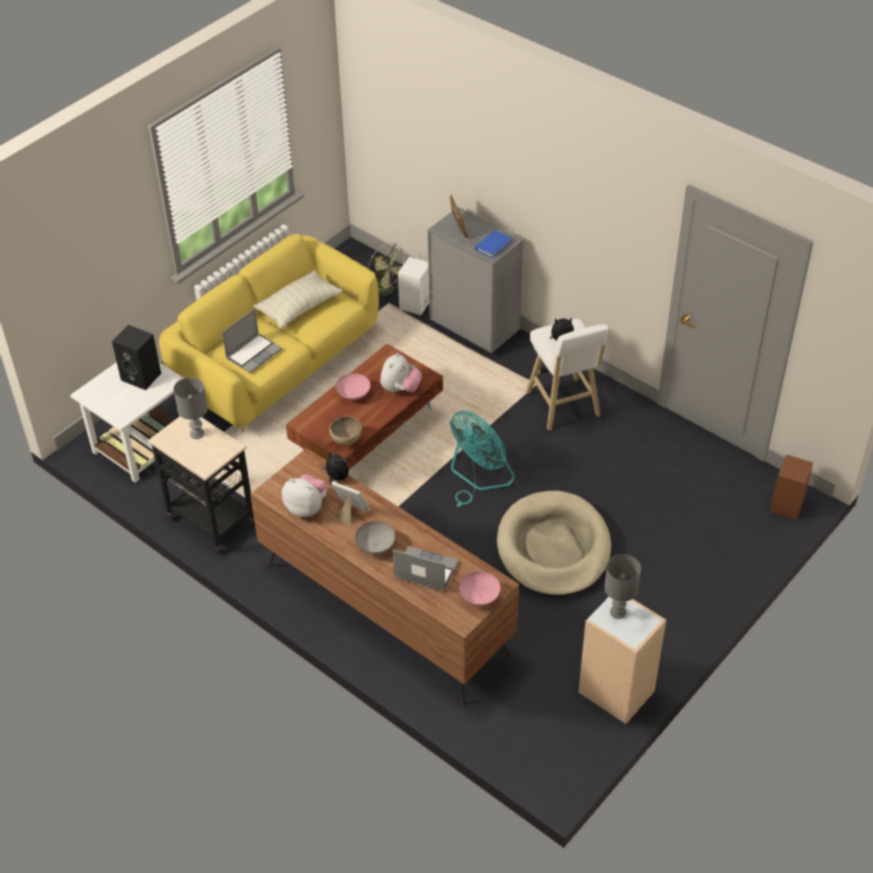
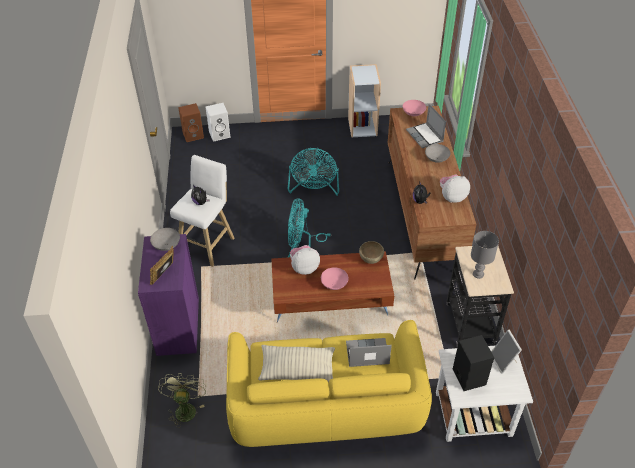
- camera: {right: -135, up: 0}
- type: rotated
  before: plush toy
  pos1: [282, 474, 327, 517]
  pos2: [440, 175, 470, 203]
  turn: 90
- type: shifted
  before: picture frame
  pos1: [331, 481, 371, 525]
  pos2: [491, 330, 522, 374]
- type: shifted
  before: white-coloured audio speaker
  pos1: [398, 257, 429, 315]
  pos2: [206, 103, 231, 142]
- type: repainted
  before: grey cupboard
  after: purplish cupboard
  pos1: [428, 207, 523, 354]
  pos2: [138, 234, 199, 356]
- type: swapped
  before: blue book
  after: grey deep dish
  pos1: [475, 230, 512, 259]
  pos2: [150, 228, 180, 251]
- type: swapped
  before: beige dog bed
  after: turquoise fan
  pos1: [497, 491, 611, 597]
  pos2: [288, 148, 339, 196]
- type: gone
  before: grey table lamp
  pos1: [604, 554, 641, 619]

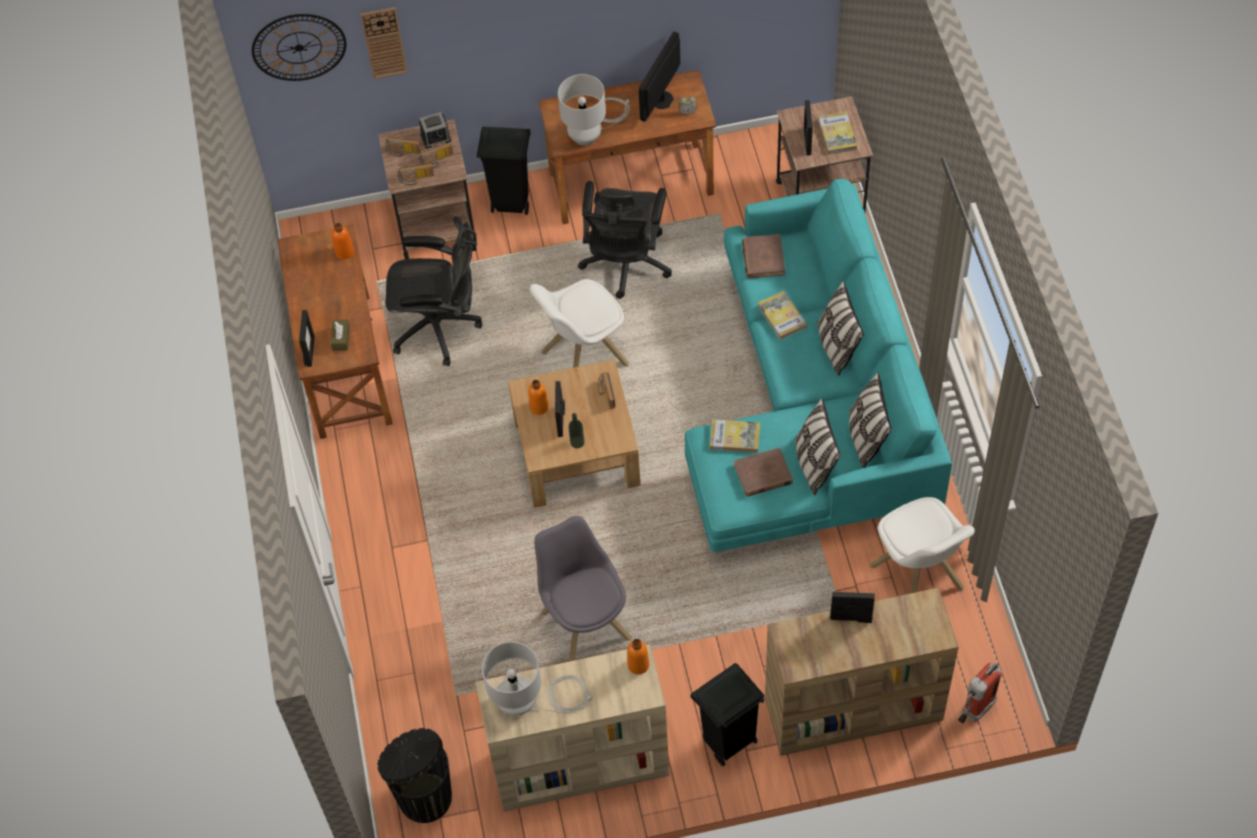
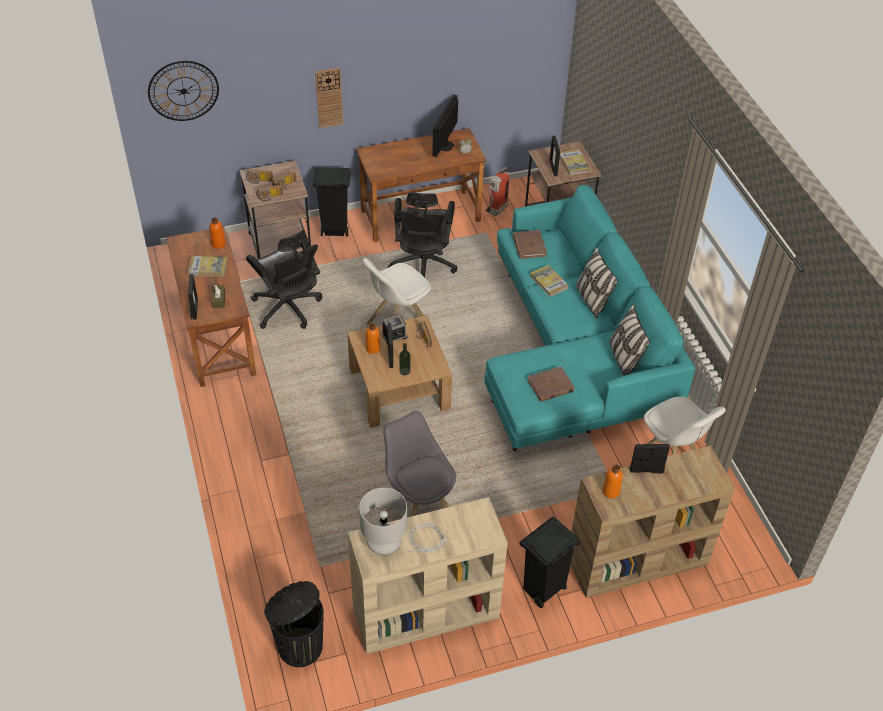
- camera: {right: -10, up: -10}
- type: shifted
  before: clock on the wall
  pos1: [360, 7, 408, 79]
  pos2: [315, 67, 343, 128]
- type: rotated
  before: desk chair
  pos1: [385, 216, 482, 366]
  pos2: [246, 229, 322, 329]
  turn: 60
- type: shifted
  before: table clock
  pos1: [419, 112, 451, 149]
  pos2: [382, 315, 407, 344]
- type: gone
  before: grey table lamp
  pos1: [558, 74, 630, 146]
- type: shifted
  before: orangey drink bottle
  pos1: [627, 639, 649, 675]
  pos2: [602, 464, 623, 499]
- type: shifted
  before: book
  pos1: [710, 419, 760, 453]
  pos2: [188, 256, 228, 277]
- type: gone
  before: cushion
  pos1: [795, 398, 840, 495]
- type: shifted
  before: fire-fighting cylinder
  pos1: [958, 662, 1002, 723]
  pos2: [485, 167, 510, 216]

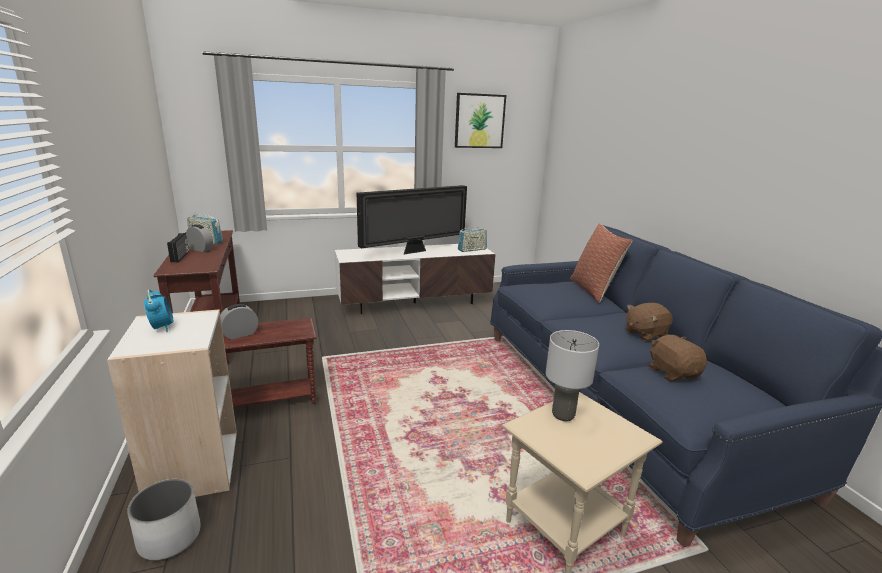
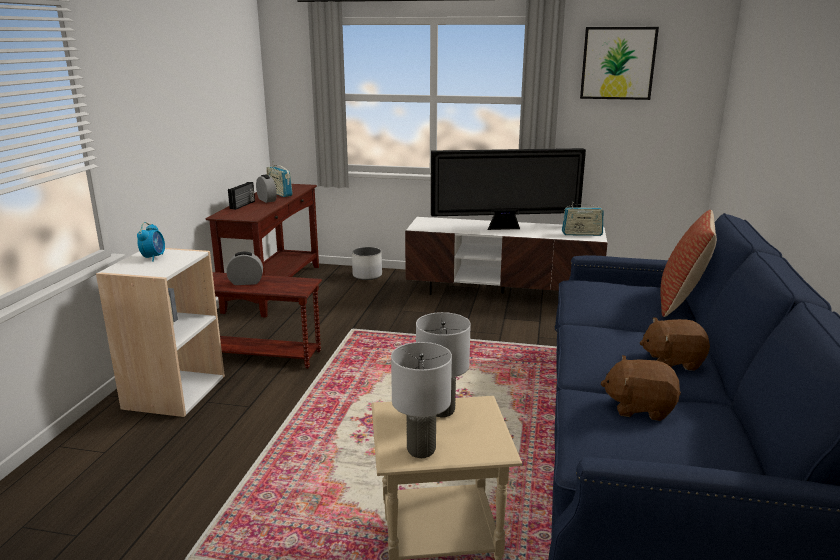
- camera: {right: 30, up: 0}
- type: shifted
  before: white-coloured plant pot
  pos1: [127, 479, 201, 561]
  pos2: [352, 247, 382, 280]
- type: rotated
  before: brown-coloured plush toy
  pos1: [649, 335, 707, 381]
  pos2: [601, 355, 681, 421]
  turn: -90
- type: new
  after: white-coloured table lamp
  pos2: [391, 342, 452, 458]

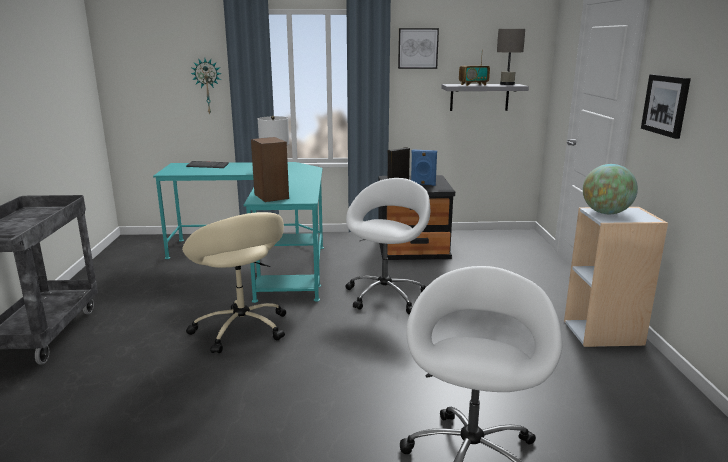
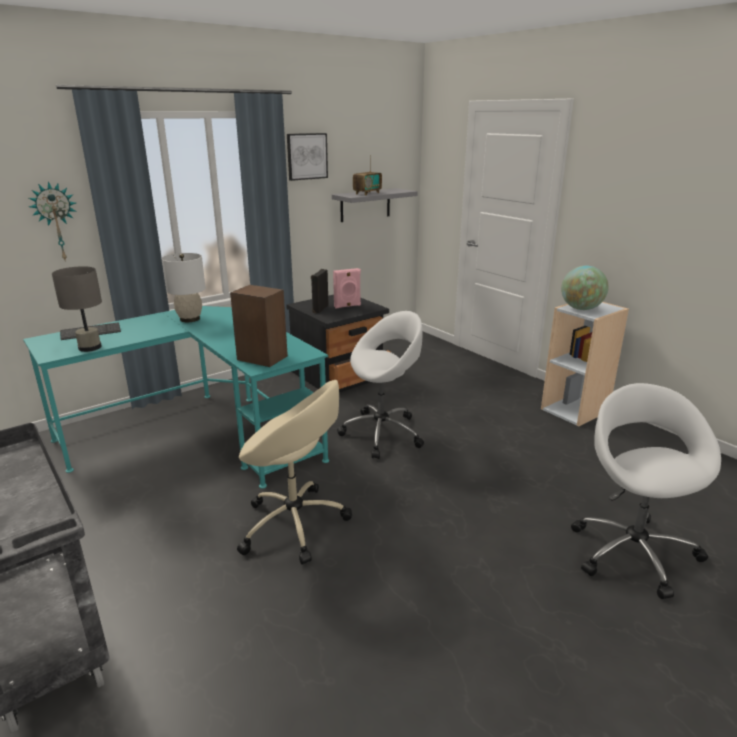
- camera: {right: -35, up: 5}
- type: rotated
  before: white-coloured desk chair
  pos1: [345, 178, 430, 314]
  pos2: [337, 311, 424, 459]
  turn: 75
- type: repainted
  before: blue audio speaker
  after: pink-coloured audio speaker
  pos1: [411, 150, 437, 186]
  pos2: [333, 268, 361, 309]
- type: shifted
  before: grey table lamp
  pos1: [497, 29, 525, 85]
  pos2: [52, 266, 102, 352]
- type: gone
  before: picture
  pos1: [641, 74, 691, 139]

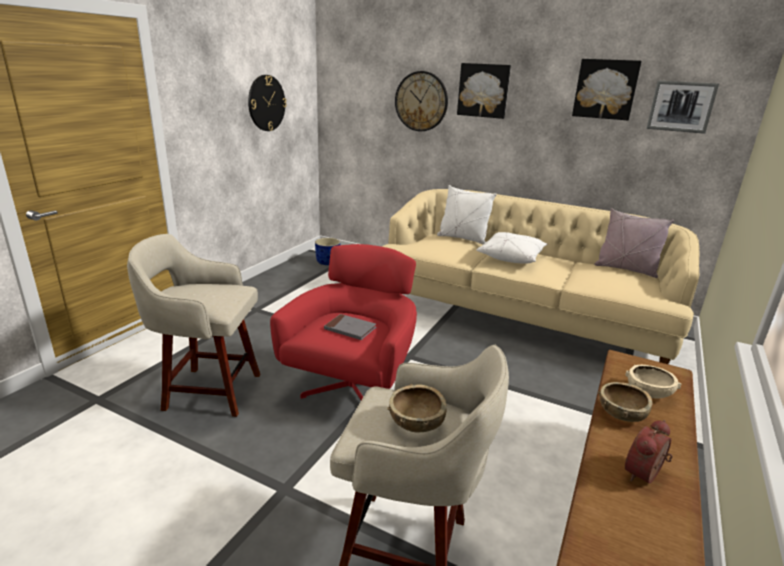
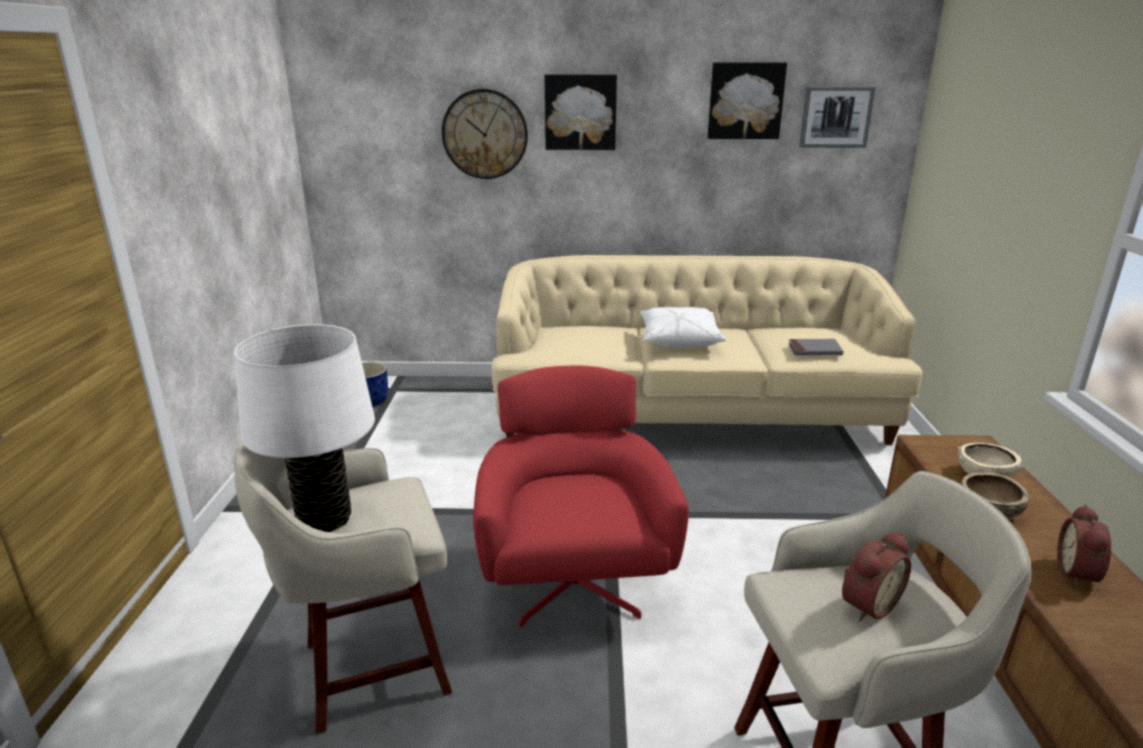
- camera: {right: -25, up: 0}
- type: gone
  before: clock on the wall
  pos1: [248, 75, 287, 131]
- type: shifted
  before: grey book
  pos1: [324, 314, 376, 340]
  pos2: [788, 339, 843, 355]
- type: swapped
  before: brown-coloured deep dish
  after: table clock
  pos1: [388, 384, 447, 433]
  pos2: [842, 532, 911, 622]
- type: gone
  before: white-coloured cushion
  pos1: [437, 185, 497, 245]
- type: gone
  before: purplish cushion
  pos1: [594, 208, 674, 278]
- type: new
  after: white-coloured table lamp
  pos2: [234, 324, 375, 532]

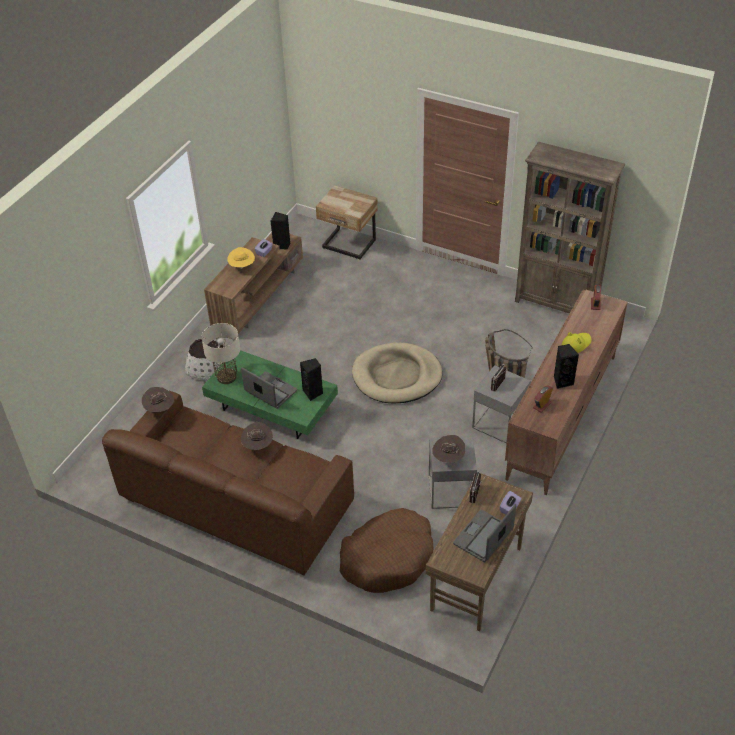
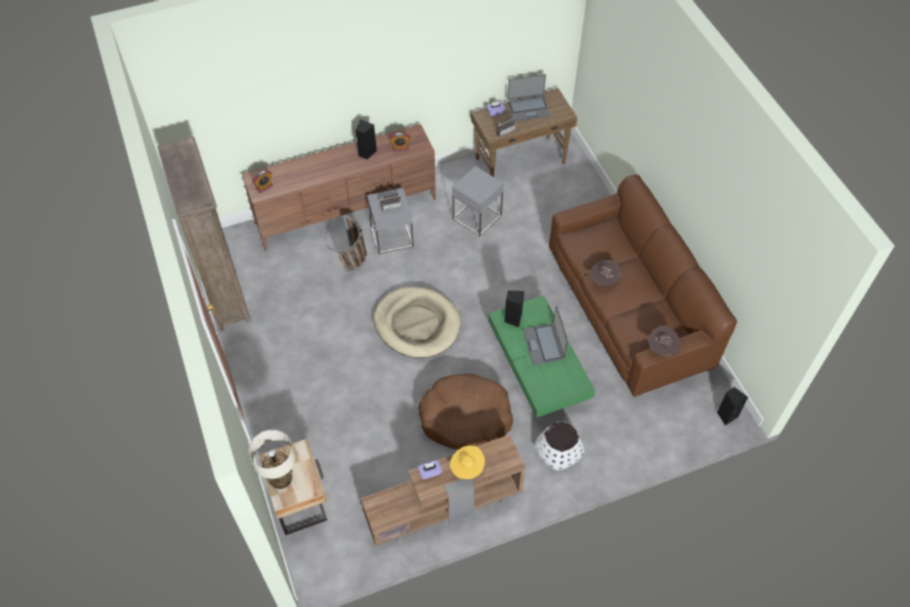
- camera: {right: -140, up: 10}
- type: shifted
  before: table lamp
  pos1: [201, 323, 240, 384]
  pos2: [249, 430, 295, 489]
- type: shifted
  before: blackish audio speaker
  pos1: [271, 212, 290, 250]
  pos2: [717, 387, 748, 425]
- type: shifted
  before: brown-coloured dog bed
  pos1: [340, 508, 434, 593]
  pos2: [418, 373, 513, 449]
- type: gone
  before: brown-coloured hat
  pos1: [432, 435, 466, 463]
- type: gone
  before: yellowish hat
  pos1: [562, 332, 591, 353]

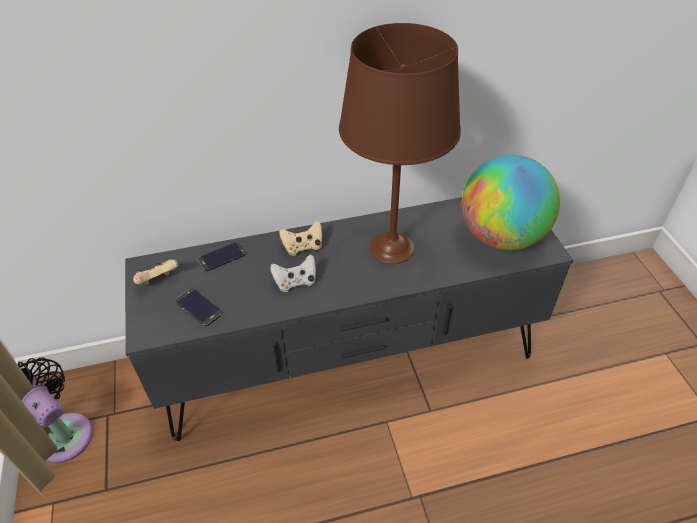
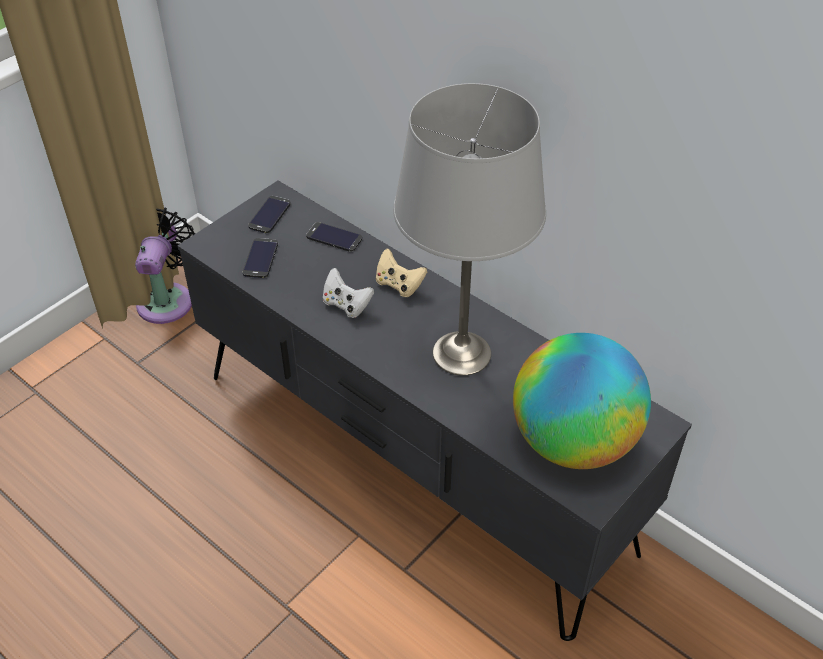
- camera: {right: 55, up: 0}
- type: swapped
  before: beige game controller
  after: handset
  pos1: [133, 260, 178, 285]
  pos2: [248, 196, 291, 233]
- type: repainted
  before: brown-coloured table lamp
  after: grey table lamp
  pos1: [339, 23, 461, 264]
  pos2: [393, 83, 546, 376]

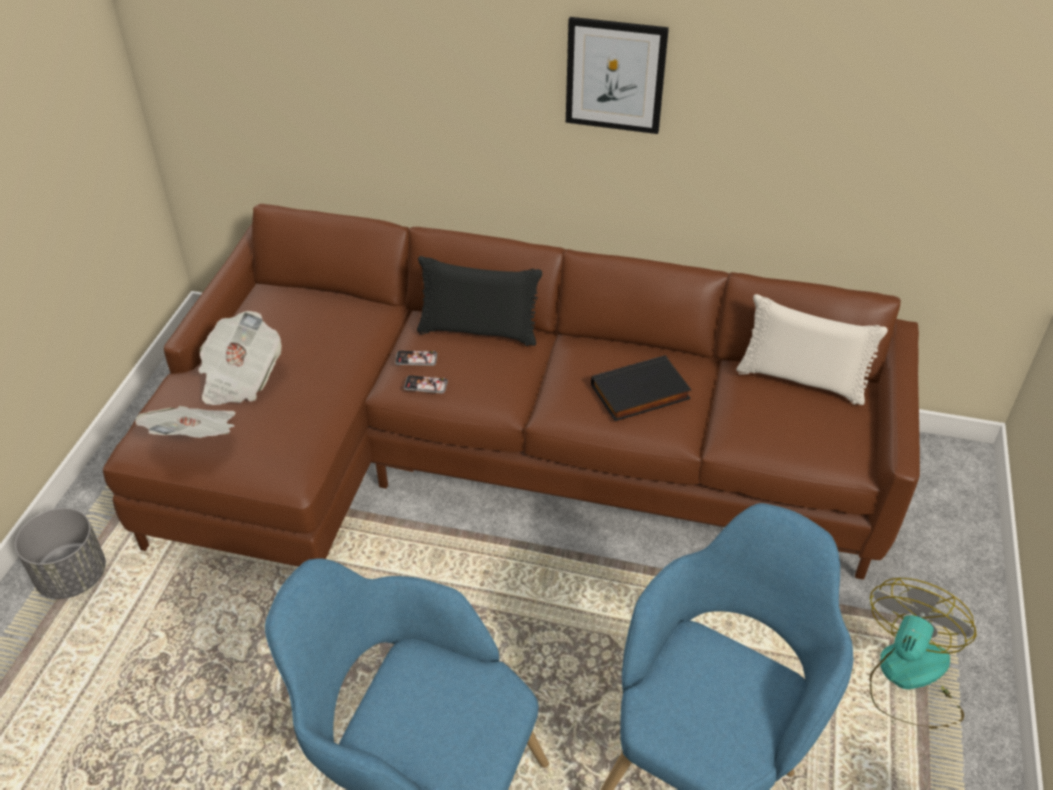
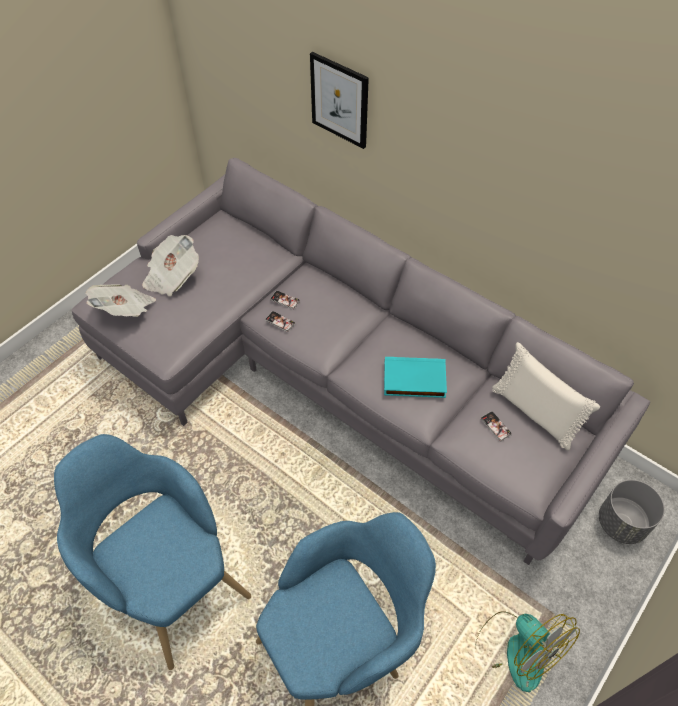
- camera: {right: 25, up: 10}
- type: shifted
  before: grey plant pot
  pos1: [15, 508, 106, 599]
  pos2: [599, 480, 665, 544]
- type: repainted
  before: brown-coloured sofa
  after: grey sofa
  pos1: [103, 204, 920, 580]
  pos2: [72, 158, 650, 565]
- type: gone
  before: blackish cushion
  pos1: [417, 256, 542, 347]
- type: shifted
  before: picture
  pos1: [566, 17, 669, 134]
  pos2: [310, 52, 369, 149]
- type: repainted
  before: blackish book
  after: turquoise book
  pos1: [591, 355, 691, 421]
  pos2: [384, 357, 447, 398]
- type: rotated
  before: fan
  pos1: [870, 578, 977, 729]
  pos2: [475, 611, 580, 692]
  turn: 90
- type: new
  after: handset
  pos2: [481, 411, 512, 441]

